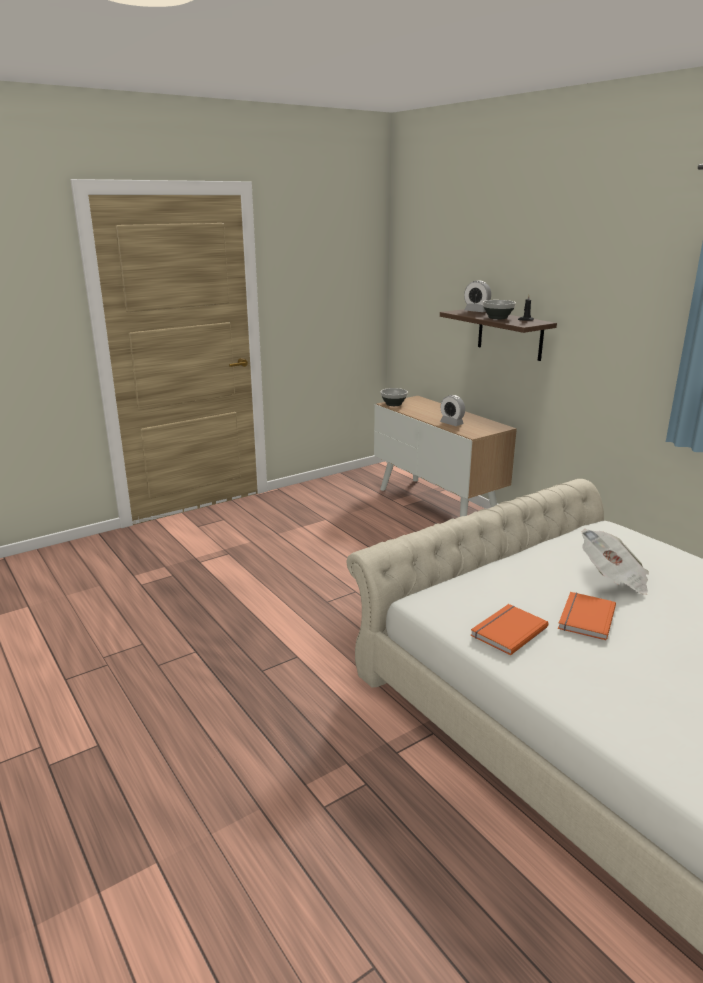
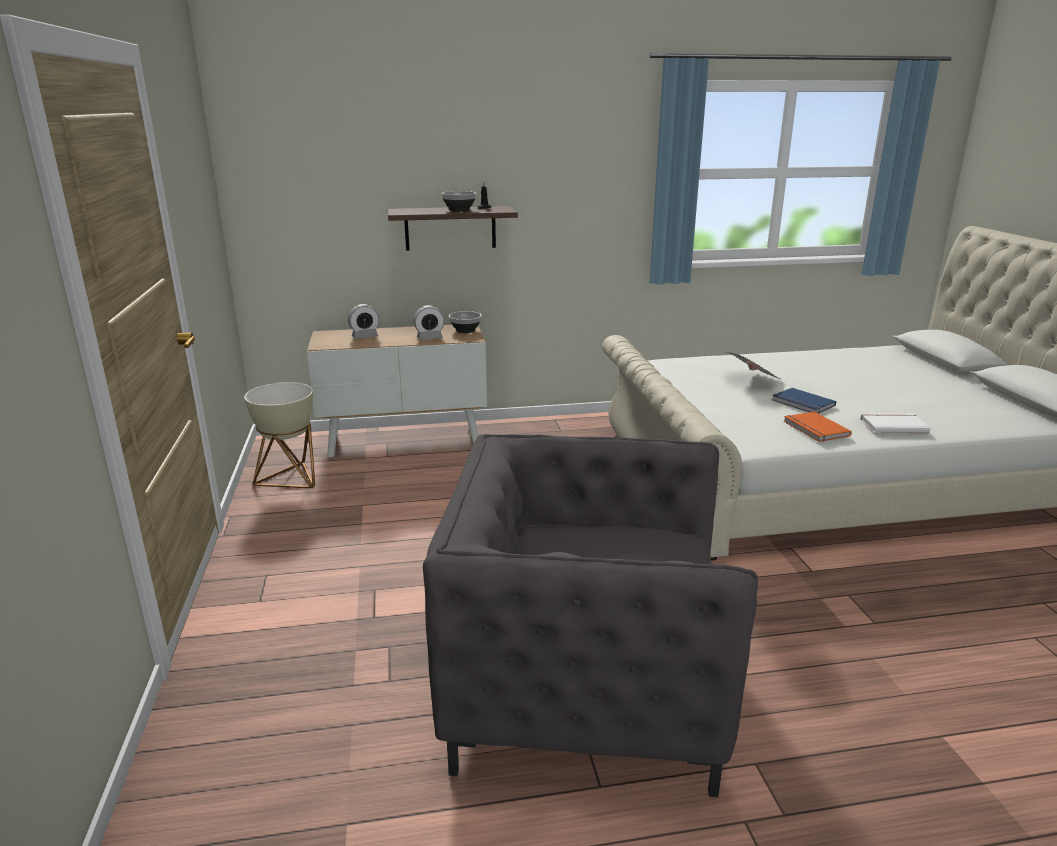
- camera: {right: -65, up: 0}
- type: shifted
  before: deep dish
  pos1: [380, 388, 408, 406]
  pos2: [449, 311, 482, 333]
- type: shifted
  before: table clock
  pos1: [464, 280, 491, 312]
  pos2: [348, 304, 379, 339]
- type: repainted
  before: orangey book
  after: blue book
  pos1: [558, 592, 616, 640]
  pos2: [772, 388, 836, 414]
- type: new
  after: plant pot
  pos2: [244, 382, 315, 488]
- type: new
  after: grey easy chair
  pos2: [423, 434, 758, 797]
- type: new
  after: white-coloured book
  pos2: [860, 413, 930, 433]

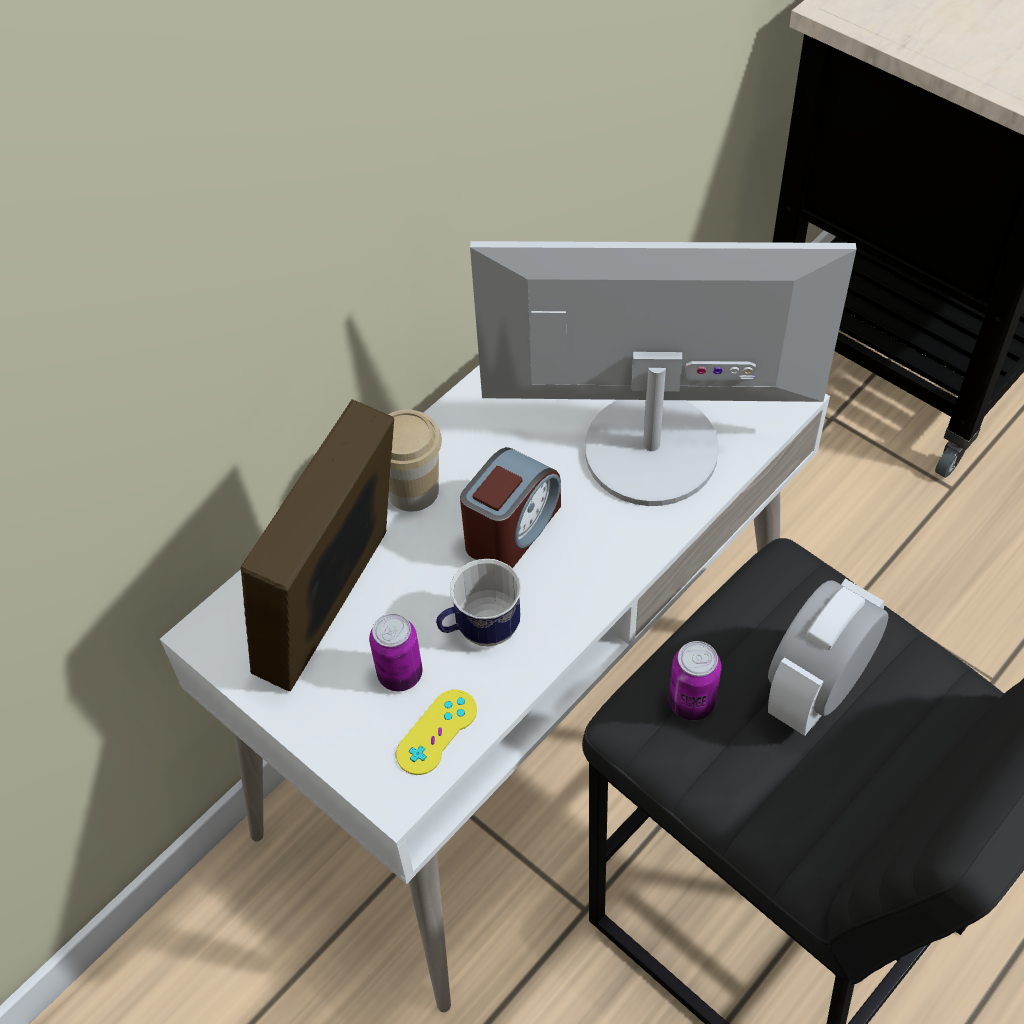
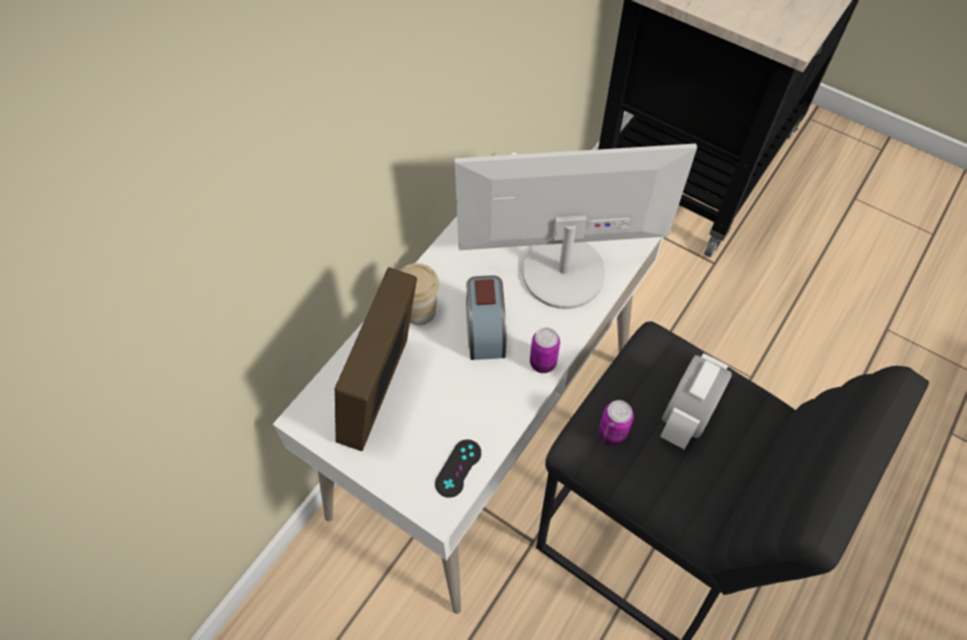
- camera: {right: -10, up: 5}
- type: shifted
  before: sealed can
  pos1: [369, 613, 423, 691]
  pos2: [530, 328, 560, 373]
- type: repainted
  before: yellowish game controller
  after: blackish game controller
  pos1: [396, 690, 477, 775]
  pos2: [435, 439, 481, 498]
- type: gone
  before: tea mug
  pos1: [436, 559, 521, 646]
- type: rotated
  before: table clock
  pos1: [460, 447, 561, 568]
  pos2: [466, 275, 506, 360]
  turn: 150

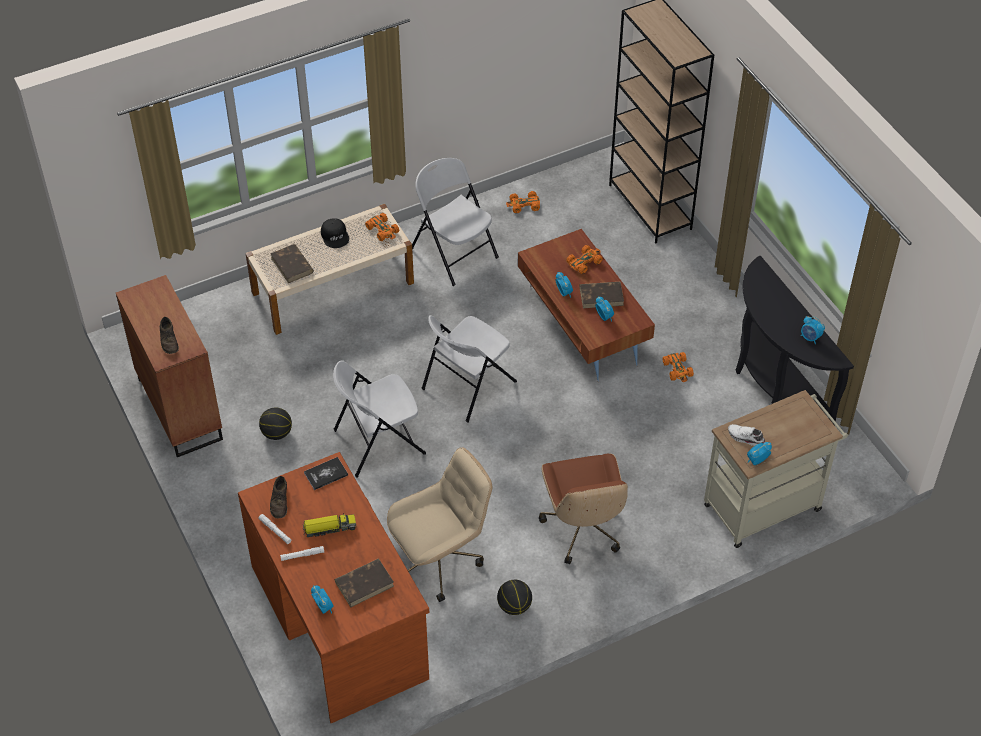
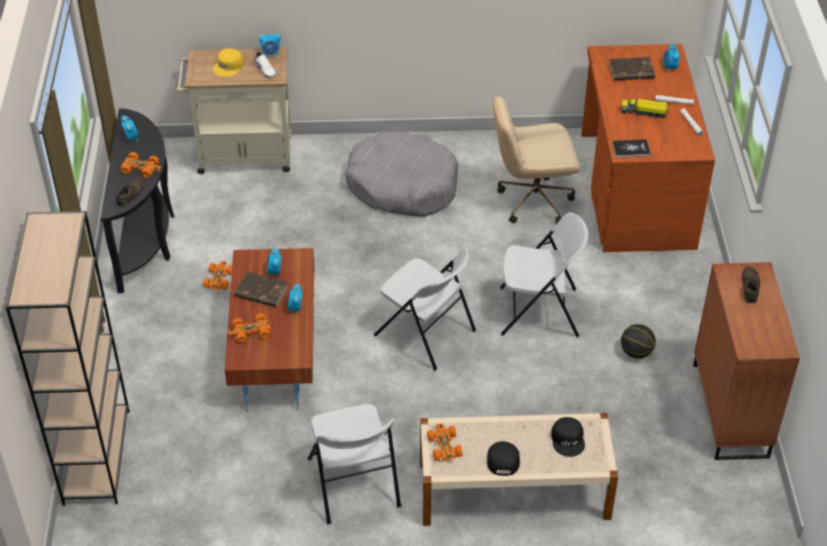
- camera: {right: -155, up: -5}
- type: swapped
  before: brown-coloured book
  after: blackish peaked cap
  pos1: [270, 244, 314, 283]
  pos2: [551, 417, 585, 457]
- type: shifted
  before: brown-coloured shoe
  pos1: [270, 476, 287, 518]
  pos2: [116, 176, 146, 207]
- type: rotated
  before: white-coloured chair
  pos1: [421, 315, 517, 423]
  pos2: [374, 248, 476, 371]
  turn: 60
- type: gone
  before: basketball
  pos1: [497, 580, 532, 615]
- type: shifted
  before: orangey miniature car
  pos1: [506, 191, 540, 213]
  pos2: [121, 152, 161, 178]
- type: swapped
  before: brown-coloured desk chair
  after: grey dog bed
  pos1: [539, 454, 628, 564]
  pos2: [345, 131, 458, 217]
- type: new
  after: yellowish peaked cap
  pos2: [213, 48, 244, 77]

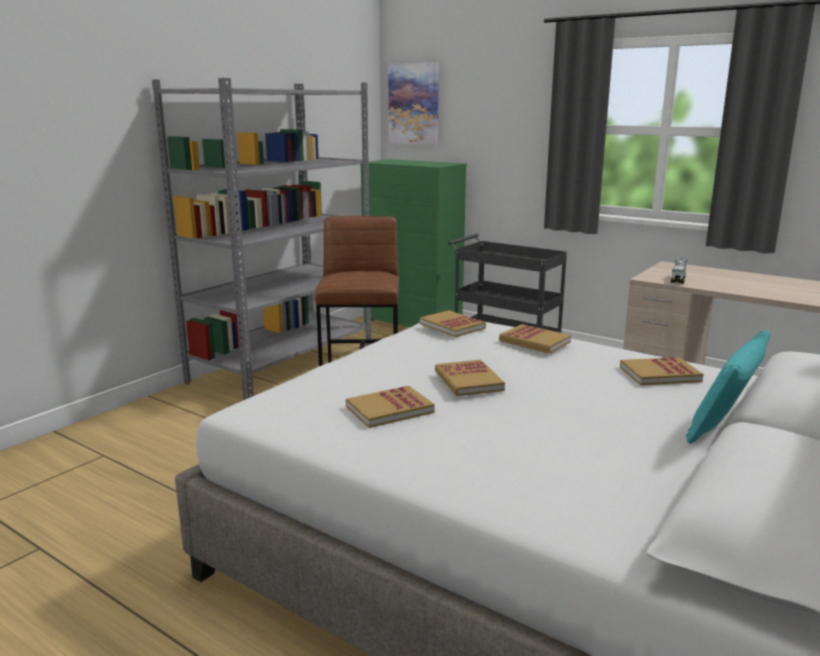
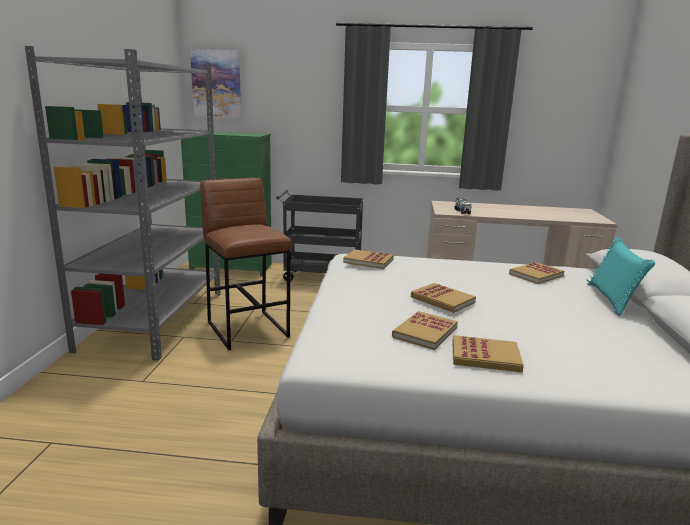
- camera: {right: -30, up: 0}
- type: shifted
  before: book
  pos1: [499, 324, 571, 353]
  pos2: [452, 335, 524, 373]

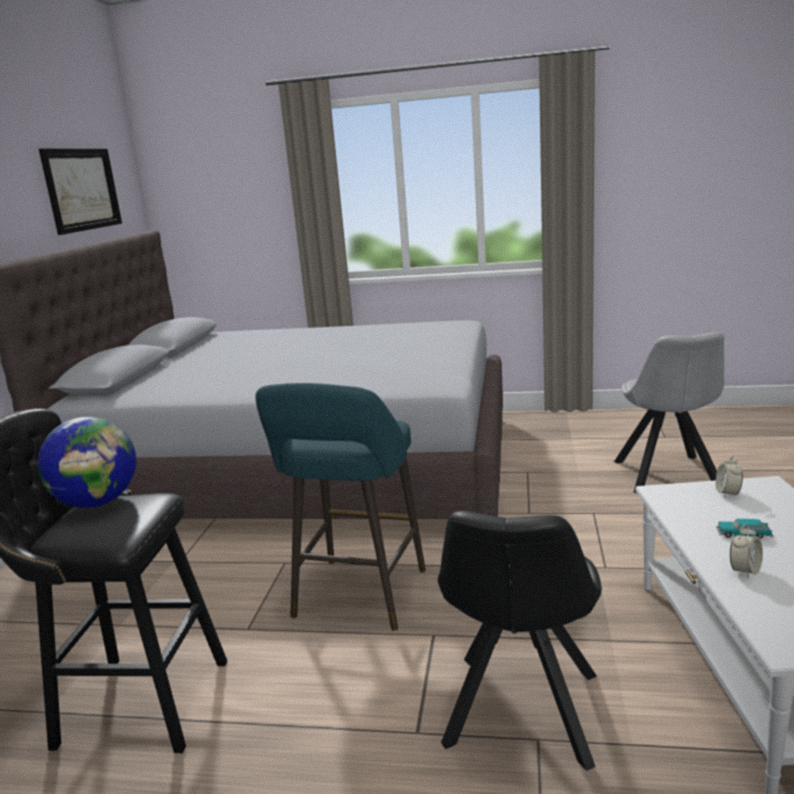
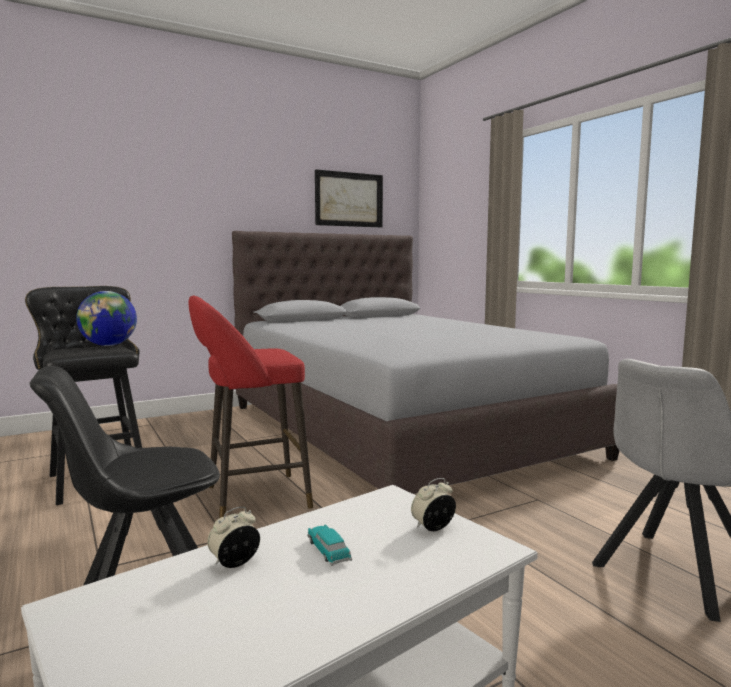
- camera: {right: 50, up: -10}
- type: repainted
  before: turquoise stool
  after: reddish stool
  pos1: [255, 383, 426, 631]
  pos2: [188, 295, 313, 518]
- type: rotated
  before: table clock
  pos1: [730, 524, 763, 579]
  pos2: [207, 507, 260, 568]
  turn: 135

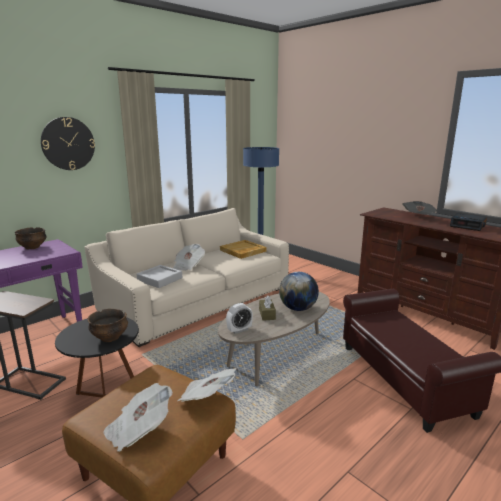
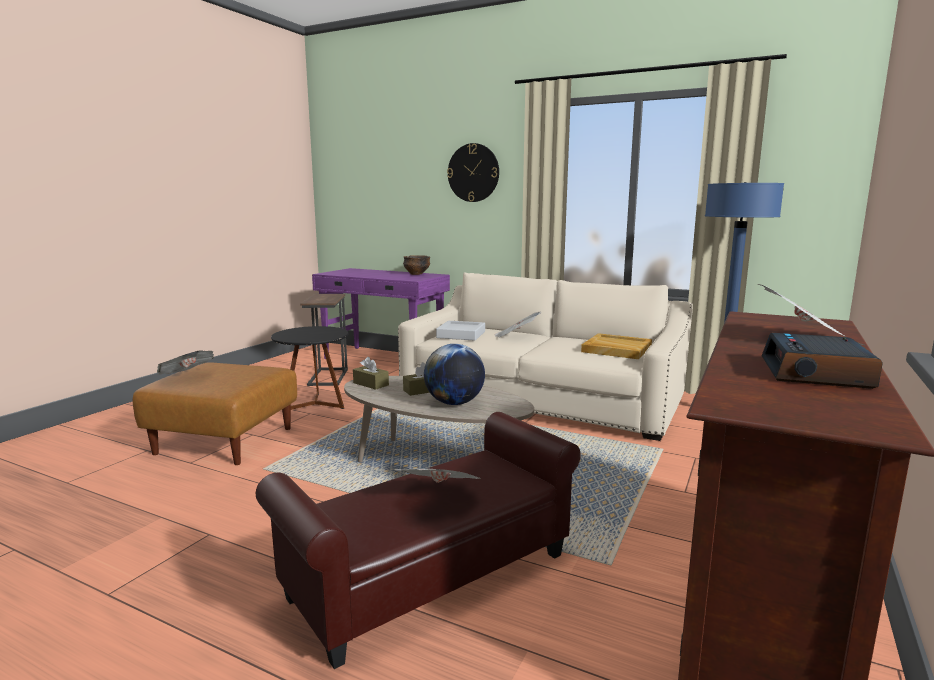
- camera: {right: 70, up: -5}
- type: gone
  before: deep dish
  pos1: [87, 309, 128, 342]
- type: shifted
  before: newspaper
  pos1: [178, 368, 236, 401]
  pos2: [394, 468, 481, 483]
- type: swapped
  before: table clock
  after: brown-coloured tissue box
  pos1: [226, 303, 253, 334]
  pos2: [353, 357, 389, 390]

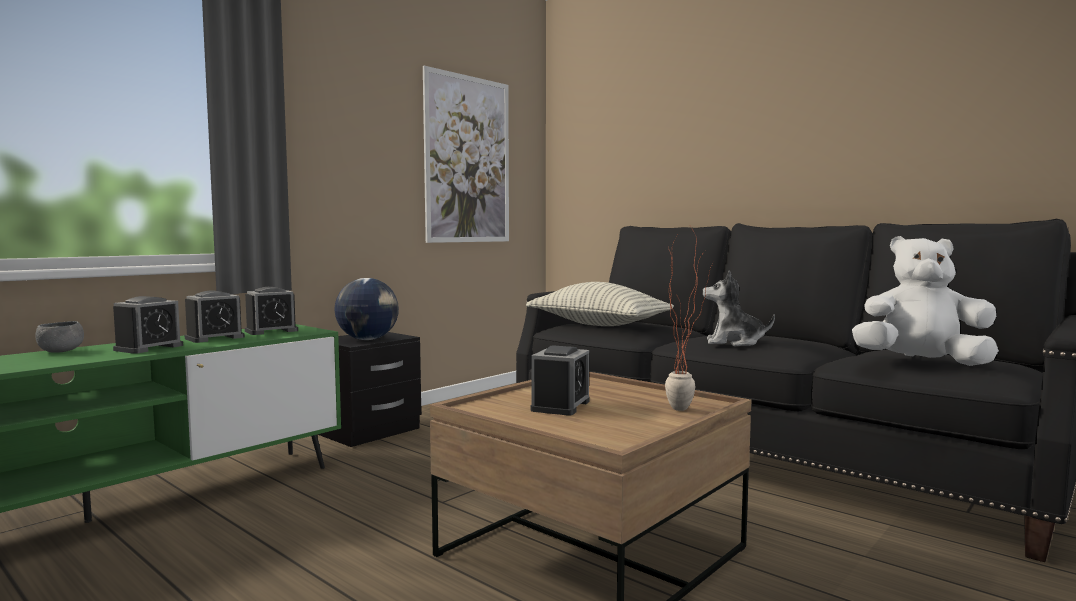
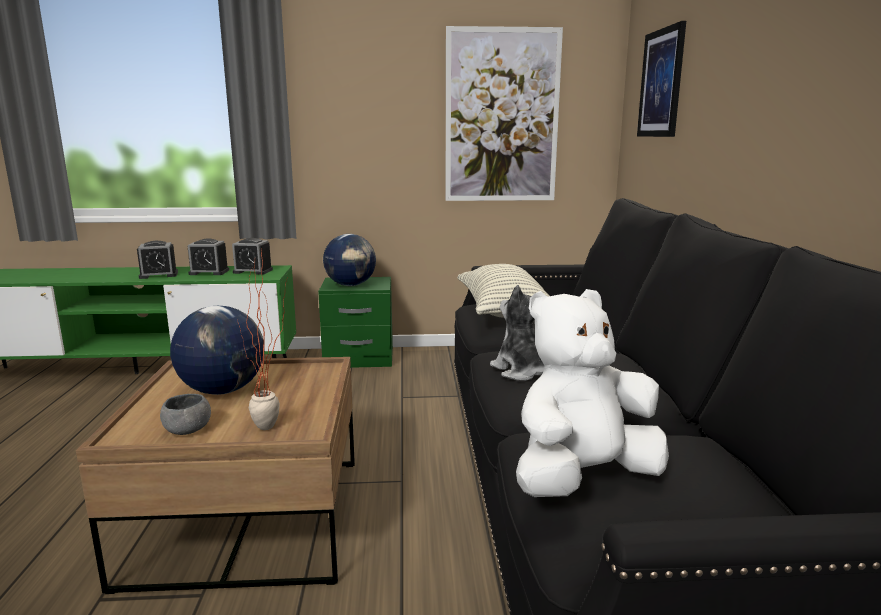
- camera: {right: 45, up: 10}
- type: shifted
  before: grey deep dish
  pos1: [35, 321, 84, 353]
  pos2: [160, 394, 211, 435]
- type: repainted
  before: blackish bedside table
  after: greenish bedside table
  pos1: [317, 332, 421, 447]
  pos2: [318, 277, 393, 368]
- type: swapped
  before: table clock
  after: world globe
  pos1: [531, 345, 590, 416]
  pos2: [170, 306, 263, 395]
- type: rotated
  before: white-coloured plush toy
  pos1: [852, 236, 999, 366]
  pos2: [516, 289, 669, 497]
  turn: -90
- type: new
  after: picture
  pos2: [637, 21, 686, 137]

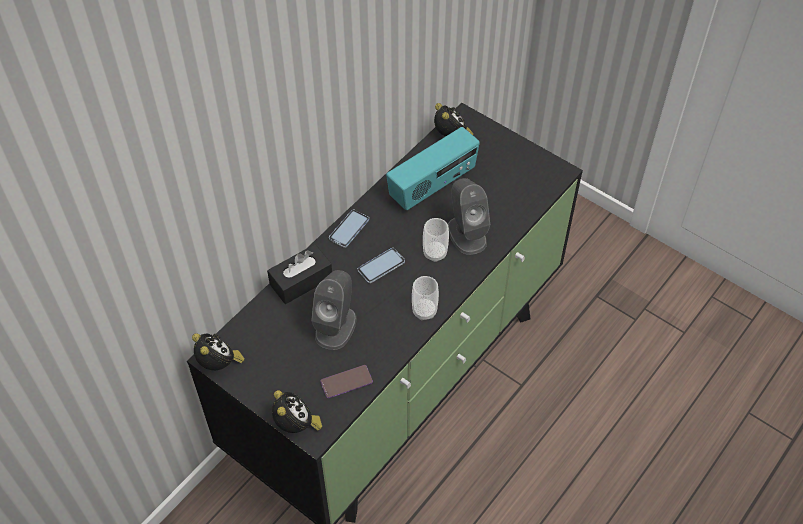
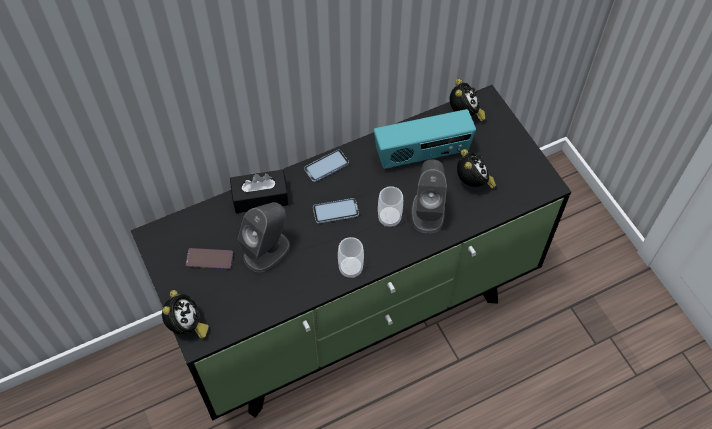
- camera: {right: 25, up: 5}
- type: shifted
  before: table clock
  pos1: [192, 333, 245, 370]
  pos2: [457, 149, 496, 189]
- type: shifted
  before: handset
  pos1: [320, 365, 373, 398]
  pos2: [186, 248, 233, 269]

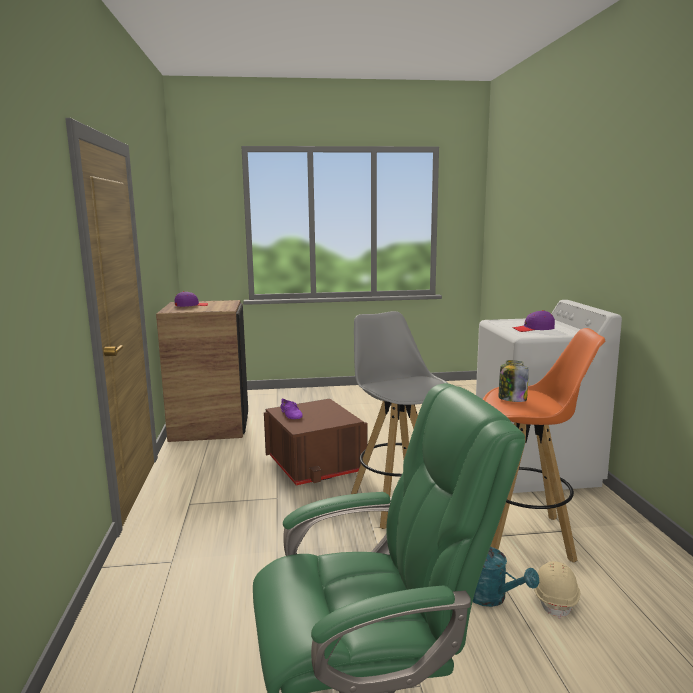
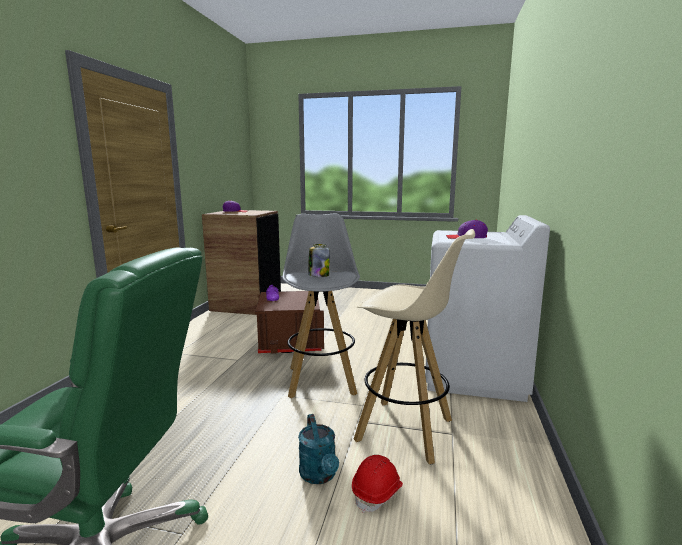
- camera: {right: 20, up: 0}
- type: repainted
  before: orangey stool
  after: beige stool
  pos1: [483, 328, 605, 563]
  pos2: [354, 229, 475, 464]
- type: shifted
  before: jar
  pos1: [498, 360, 529, 402]
  pos2: [308, 244, 330, 277]
- type: repainted
  before: beige work helmet
  after: reddish work helmet
  pos1: [534, 561, 580, 619]
  pos2: [352, 455, 403, 513]

